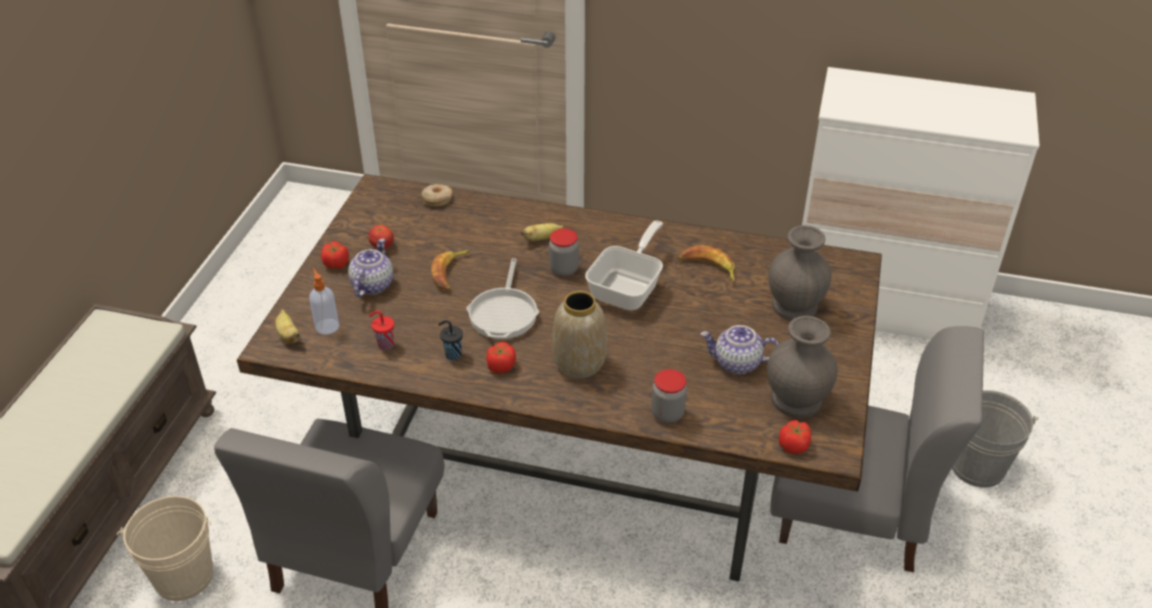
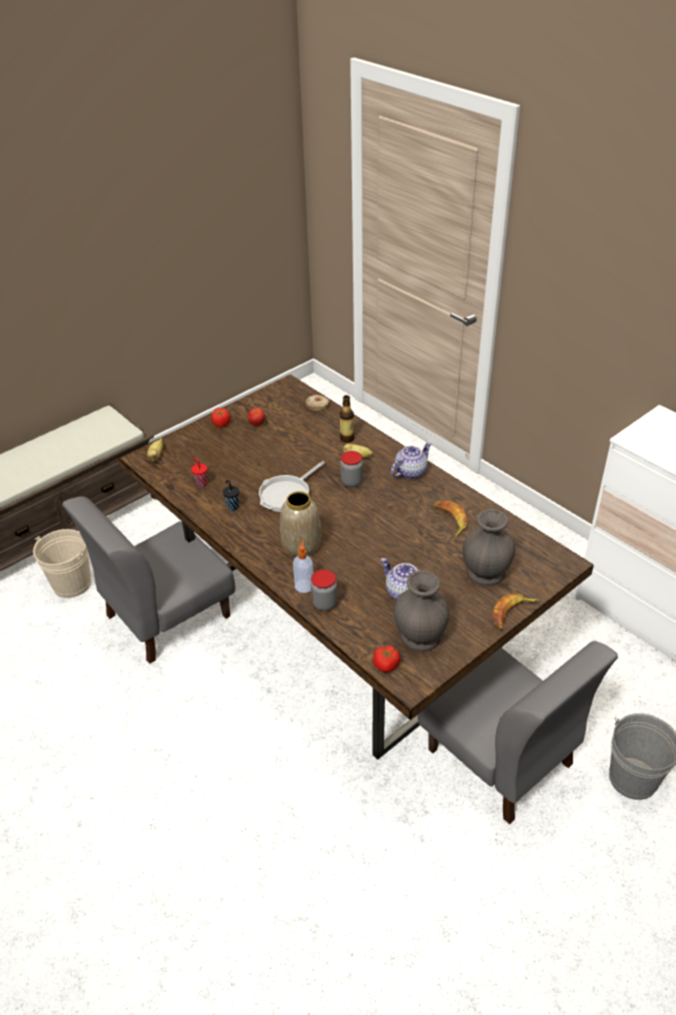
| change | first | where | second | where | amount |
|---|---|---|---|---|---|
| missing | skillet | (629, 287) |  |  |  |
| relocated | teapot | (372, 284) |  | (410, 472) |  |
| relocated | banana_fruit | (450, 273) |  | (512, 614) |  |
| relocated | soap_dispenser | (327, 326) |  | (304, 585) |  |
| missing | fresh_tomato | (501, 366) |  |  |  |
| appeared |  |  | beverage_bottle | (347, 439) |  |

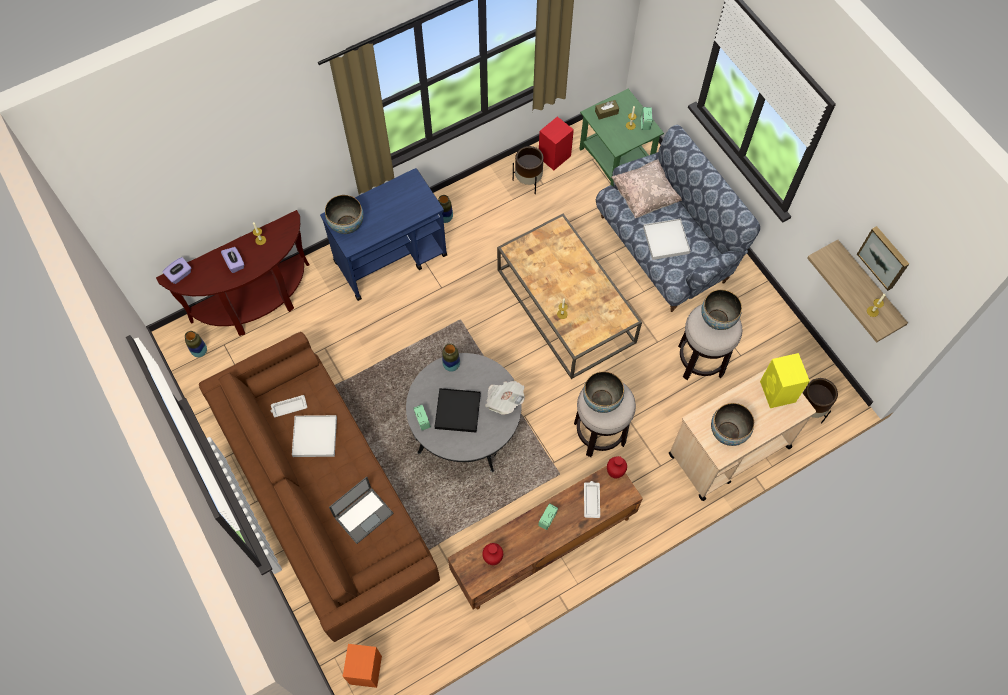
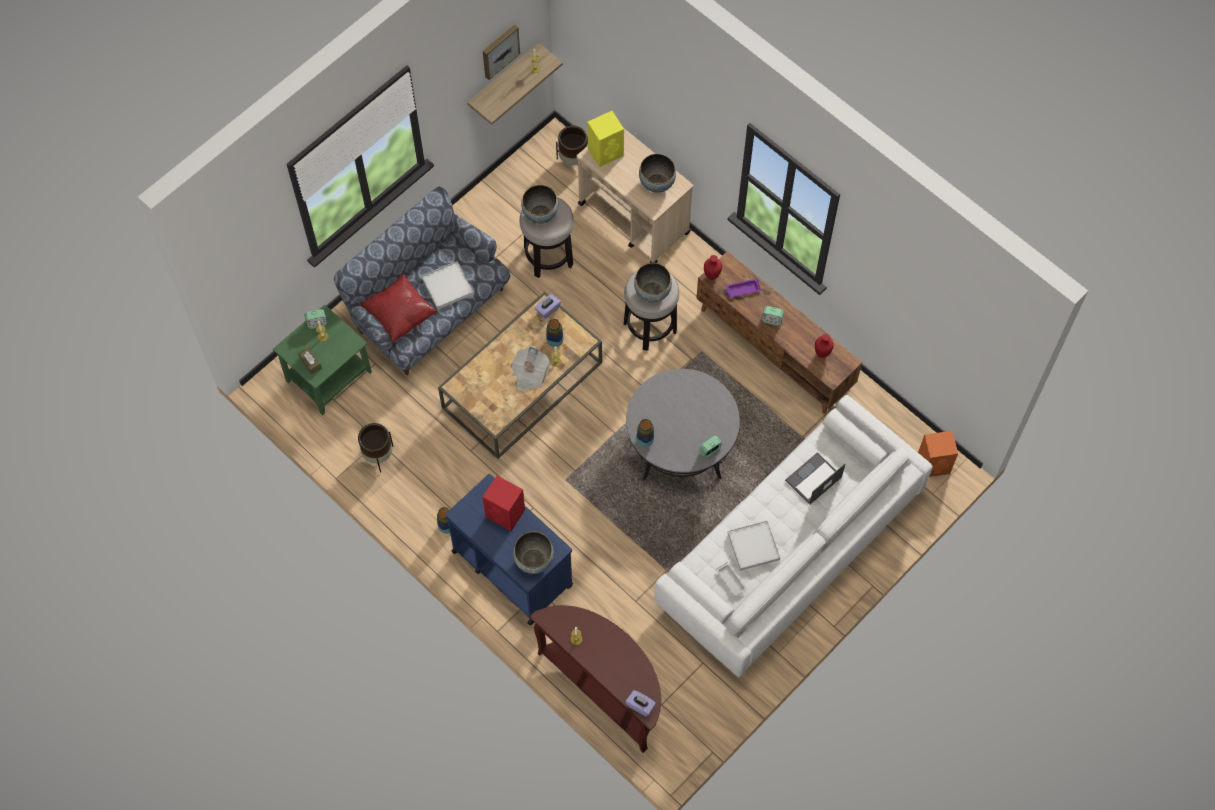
| change | first | where | second | where | amount |
|---|---|---|---|---|---|
| relocated | reddish_speaker | (554, 157) |  | (506, 514) |  |
| colour | sand-coloured_pillow | (644, 197) | reddish_pillow | (400, 315) |  |
| relocated | purple_tissue_holder | (235, 263) |  | (547, 309) |  |
| relocated | vase | (200, 352) |  | (555, 341) |  |
| colour | brown-coloured_sofa | (325, 494) | white_sofa | (788, 549) |  |
| relocated | daily_paper | (504, 400) |  | (529, 374) |  |
| missing | black_carrying_tray | (457, 411) |  |  |  |
| spun | portable_computer | (364, 514) |  | (813, 479) | 75 degrees counterclockwise |
| colour | white_carrying_tray | (591, 500) | purple_carrying_tray | (742, 289) |  |

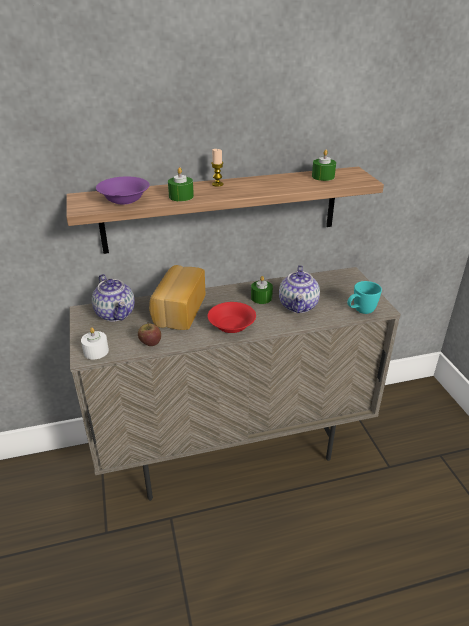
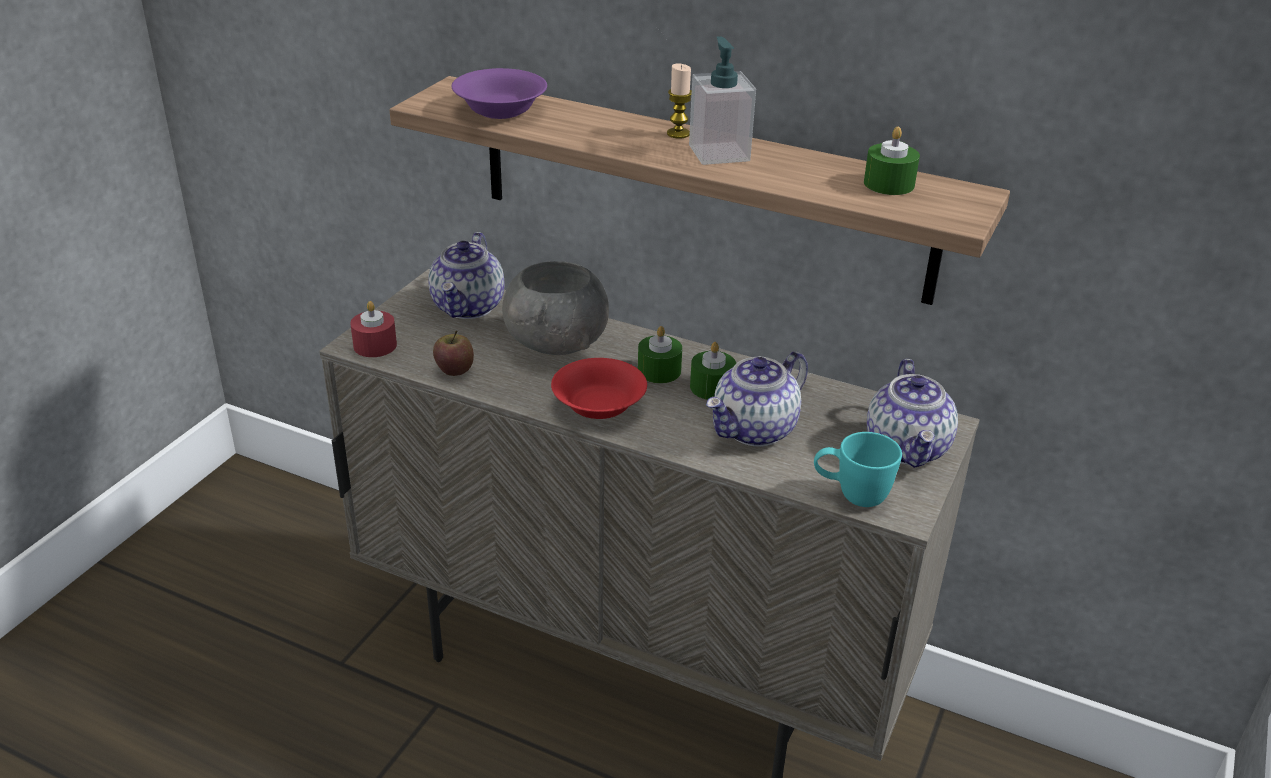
| change | first | where | second | where | amount |
|---|---|---|---|---|---|
| relocated | green_candle | (181, 196) |  | (659, 371) |  |
| exchanged | baked_bread | (178, 310) | grey_deep_dish | (557, 343) |  |
| colour | white_candle | (96, 351) | reddish_candle | (375, 345) |  |
| appeared |  |  | soap_dispenser | (719, 153) |  |
| appeared |  |  | teapot | (908, 448) |  |

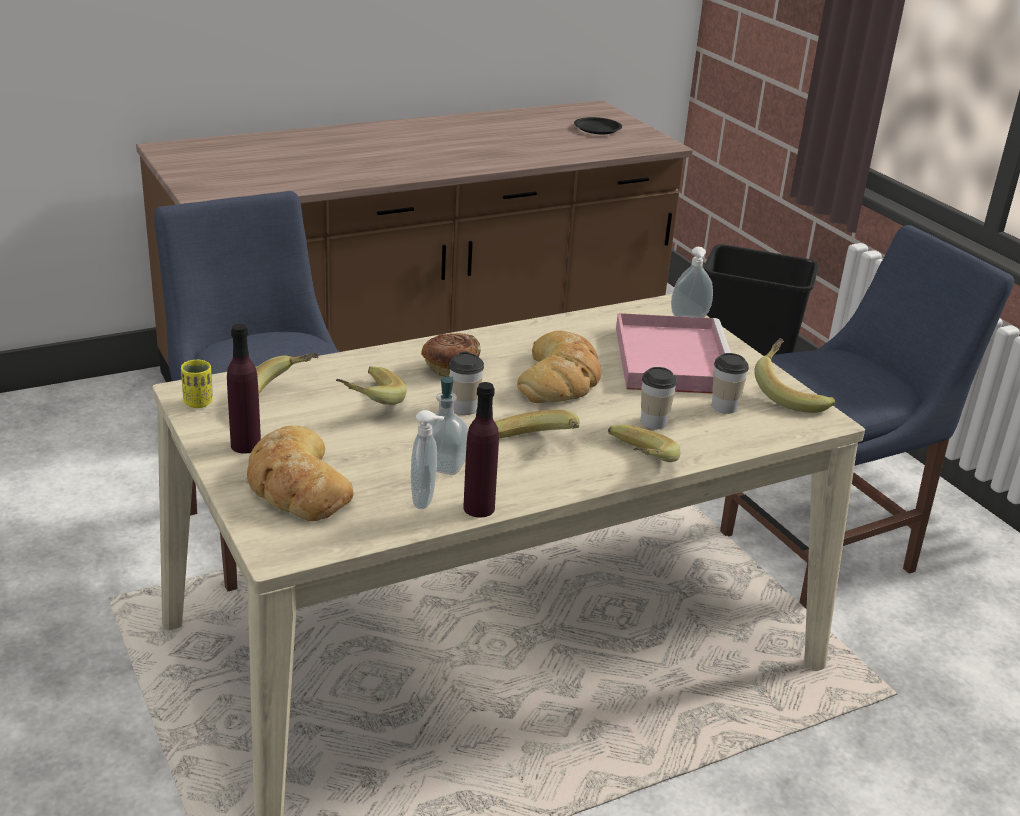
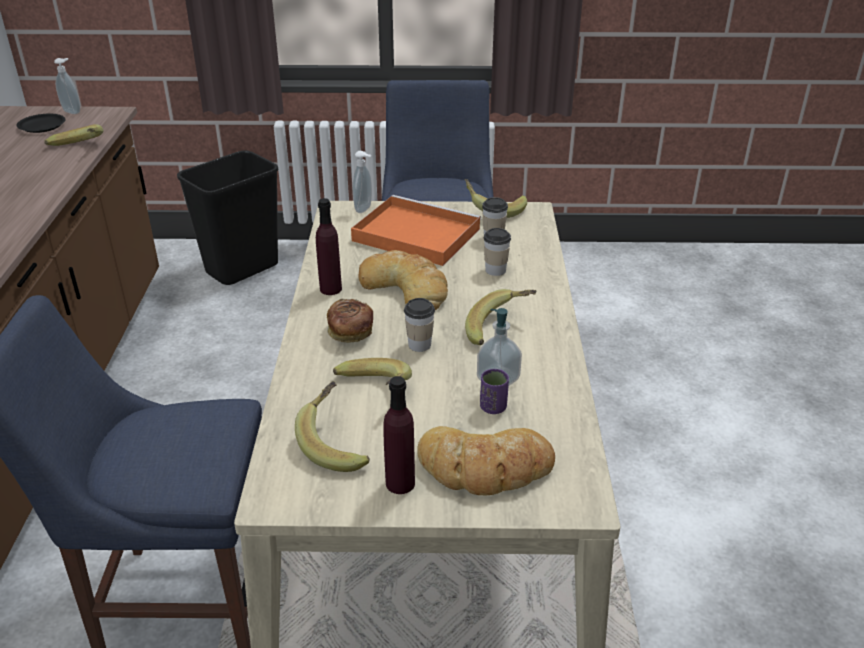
| change | first | where | second | where | amount |
|---|---|---|---|---|---|
| colour | pink-coloured_carrying_tray | (671, 358) | orange-coloured_carrying_tray | (414, 234) |  |
| missing | yellow_small_cup | (198, 402) |  |  |  |
| relocated | purple_beverage_bottle | (479, 508) |  | (330, 289) |  |
| relocated | soap_dispenser | (425, 500) |  | (73, 111) |  |
| relocated | banana_fruit | (634, 463) |  | (78, 149) |  |
| appeared |  |  | purple_small_cup | (493, 407) |  |

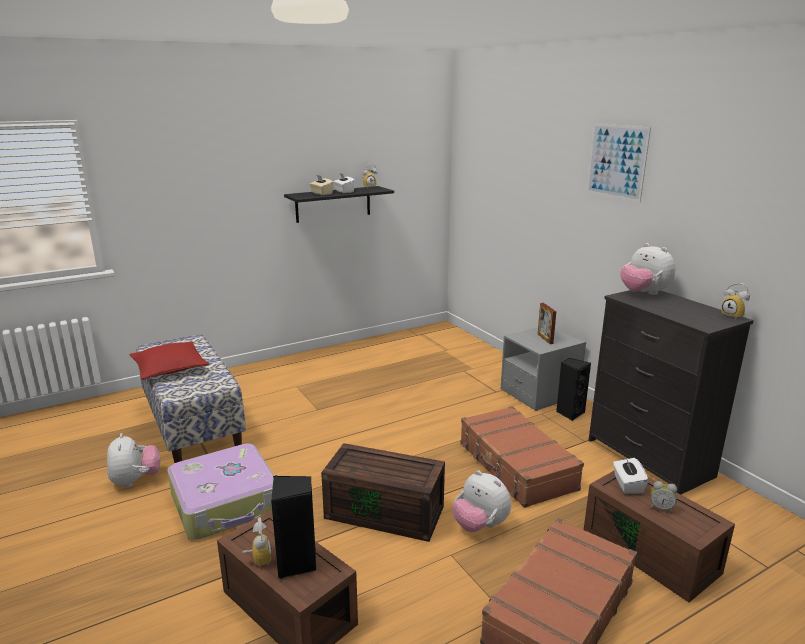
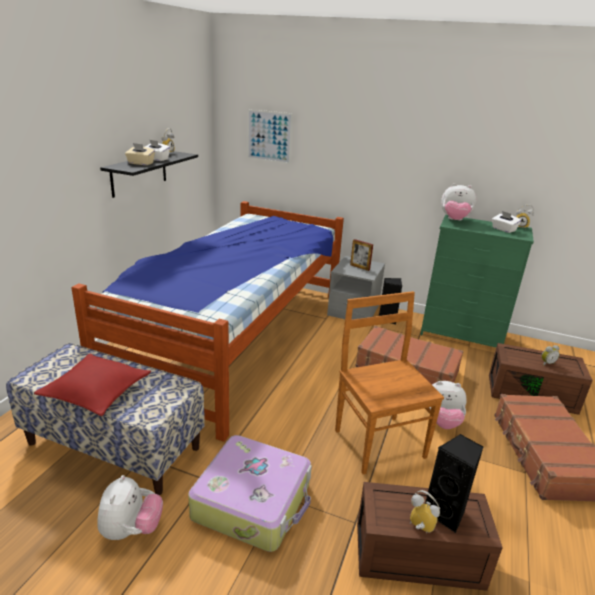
| change | first | where | second | where | amount |
|---|---|---|---|---|---|
| relocated | wall_picture | (617, 161) |  | (269, 136) |  |
| colour | black_chest_of_drawers | (649, 458) | green_chest_of_drawers | (462, 335) |  |
| spun | soft_toy | (136, 481) |  | (131, 530) | 60 degrees clockwise |
| exchanged | brown-coloured_storage_bin | (386, 511) | brown-coloured_chair | (378, 442) |  |
| relocated | white_tissue_holder | (627, 485) |  | (503, 229) |  |
| appeared |  |  | bedroom_bed | (234, 336) |  |

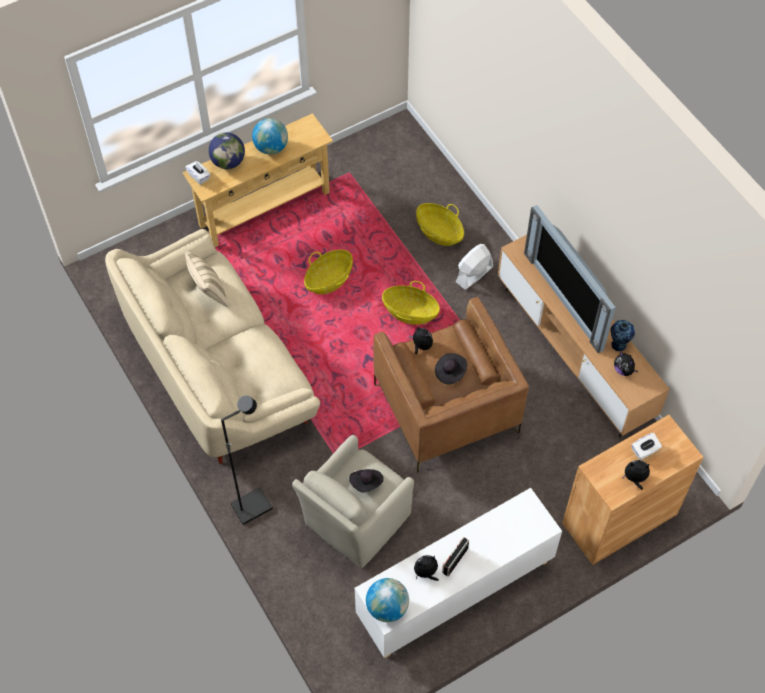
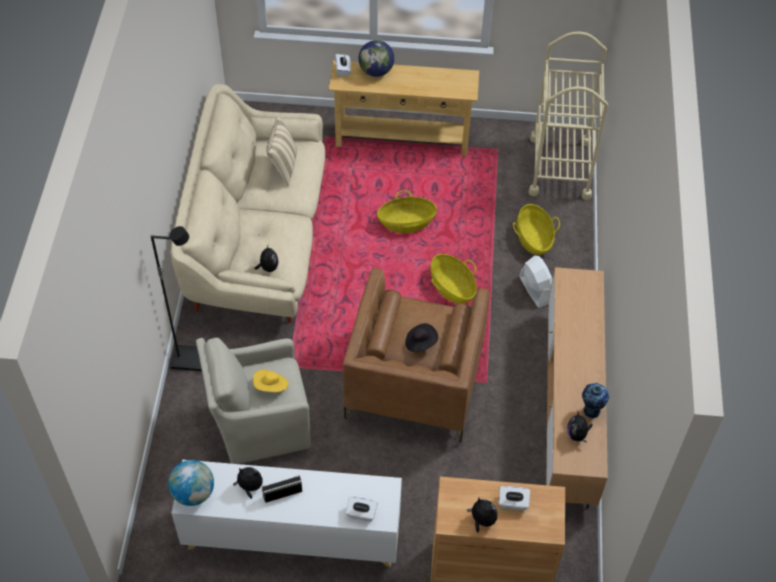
| change | first | where | second | where | amount |
|---|---|---|---|---|---|
| missing | world_globe | (271, 147) |  |  |  |
| missing | TV | (567, 298) |  |  |  |
| spun | white_cooling_fan | (474, 274) |  | (535, 289) | 75 degrees clockwise |
| relocated | soft_toy | (421, 346) |  | (268, 267) |  |
| colour | black_wearable_hat | (366, 483) | yellow_wearable_hat | (271, 386) |  |
| appeared |  |  | sand-coloured_wheeled_cart | (560, 167) |  |
| appeared |  |  | white_tissue_holder | (361, 513) |  |

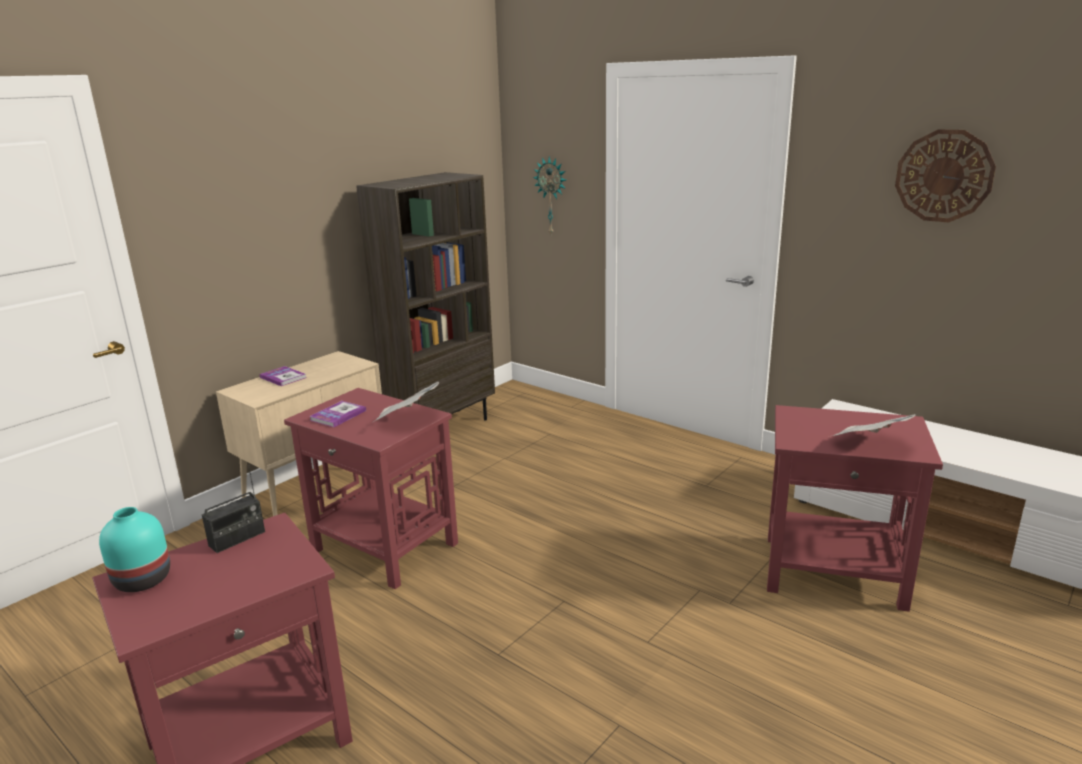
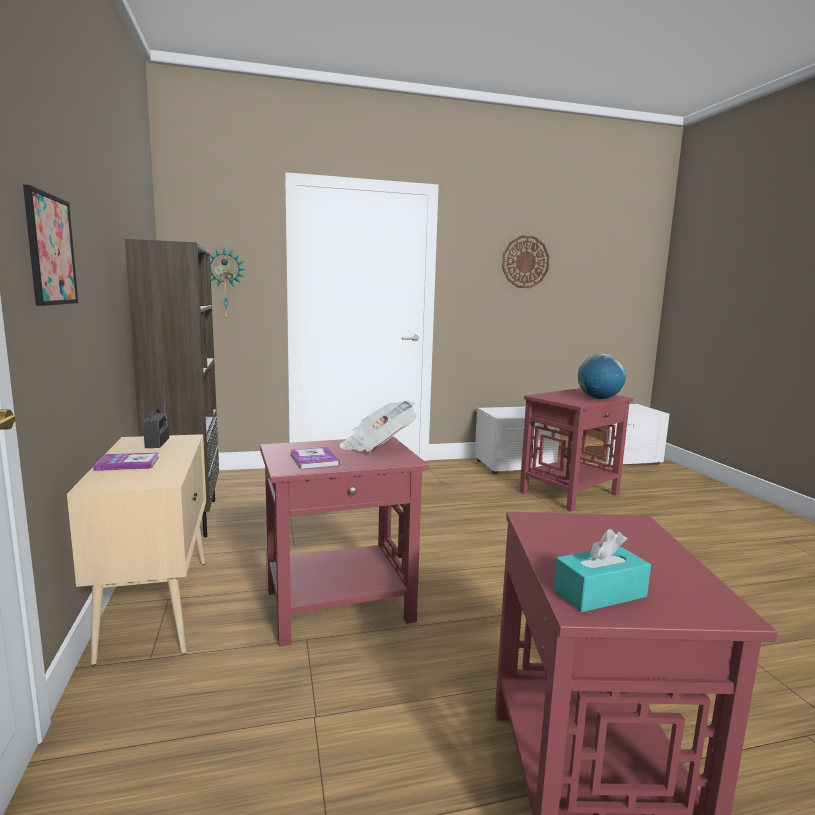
| change | first | where | second | where | amount |
|---|---|---|---|---|---|
| exchanged | daily_paper | (869, 445) | world_globe | (599, 398) |  |
| relocated | radio | (237, 539) |  | (157, 443) |  |
| exchanged | blue-green_vase | (144, 579) | blue-green_tissue_holder | (599, 593) |  |
| appeared |  |  | wall_picture | (50, 250) |  |

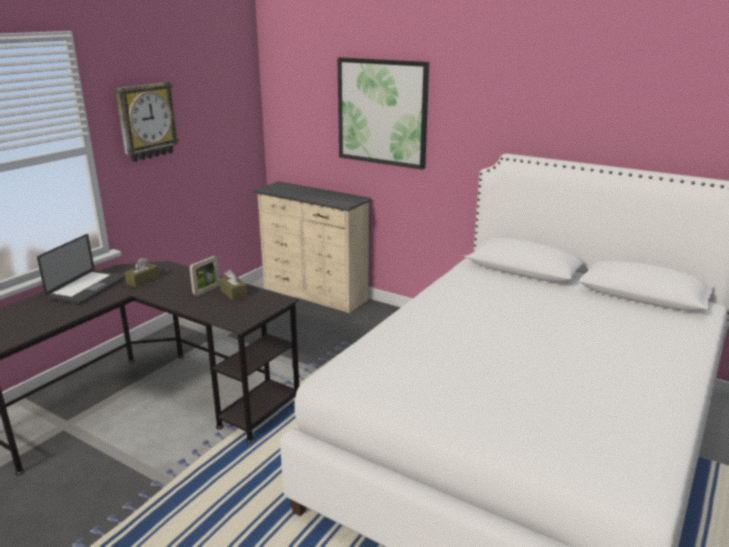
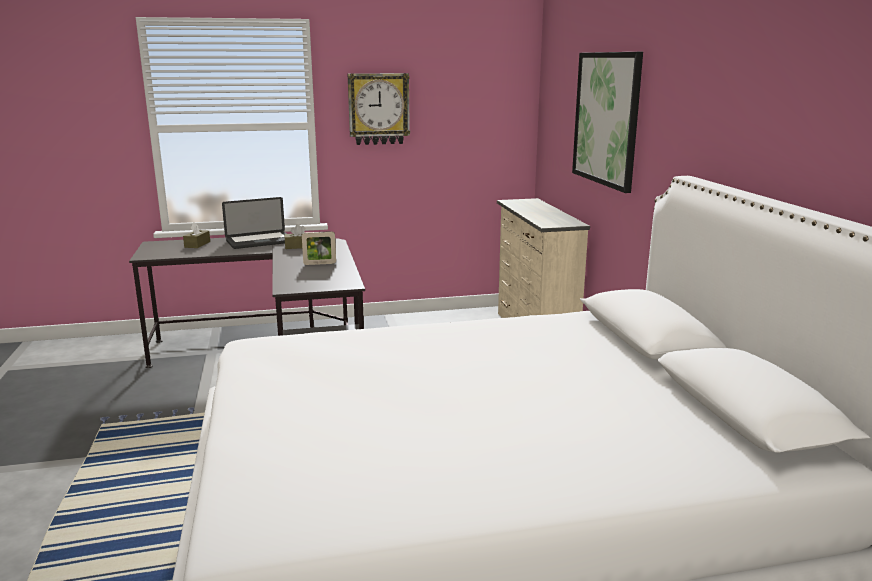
| change | first | where | second | where | amount |
|---|---|---|---|---|---|
| relocated | brown-coloured_tissue_holder | (233, 293) |  | (197, 244) |  |

